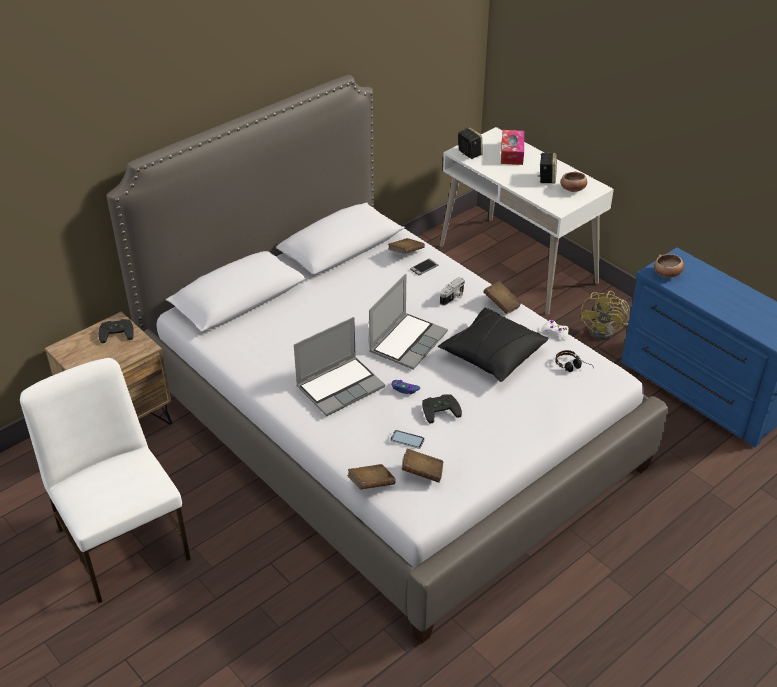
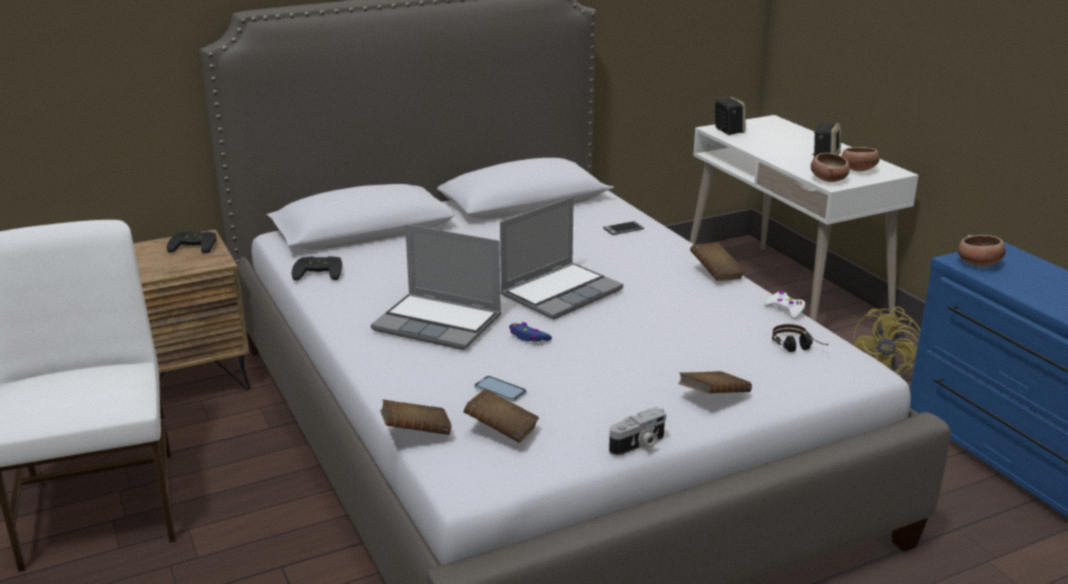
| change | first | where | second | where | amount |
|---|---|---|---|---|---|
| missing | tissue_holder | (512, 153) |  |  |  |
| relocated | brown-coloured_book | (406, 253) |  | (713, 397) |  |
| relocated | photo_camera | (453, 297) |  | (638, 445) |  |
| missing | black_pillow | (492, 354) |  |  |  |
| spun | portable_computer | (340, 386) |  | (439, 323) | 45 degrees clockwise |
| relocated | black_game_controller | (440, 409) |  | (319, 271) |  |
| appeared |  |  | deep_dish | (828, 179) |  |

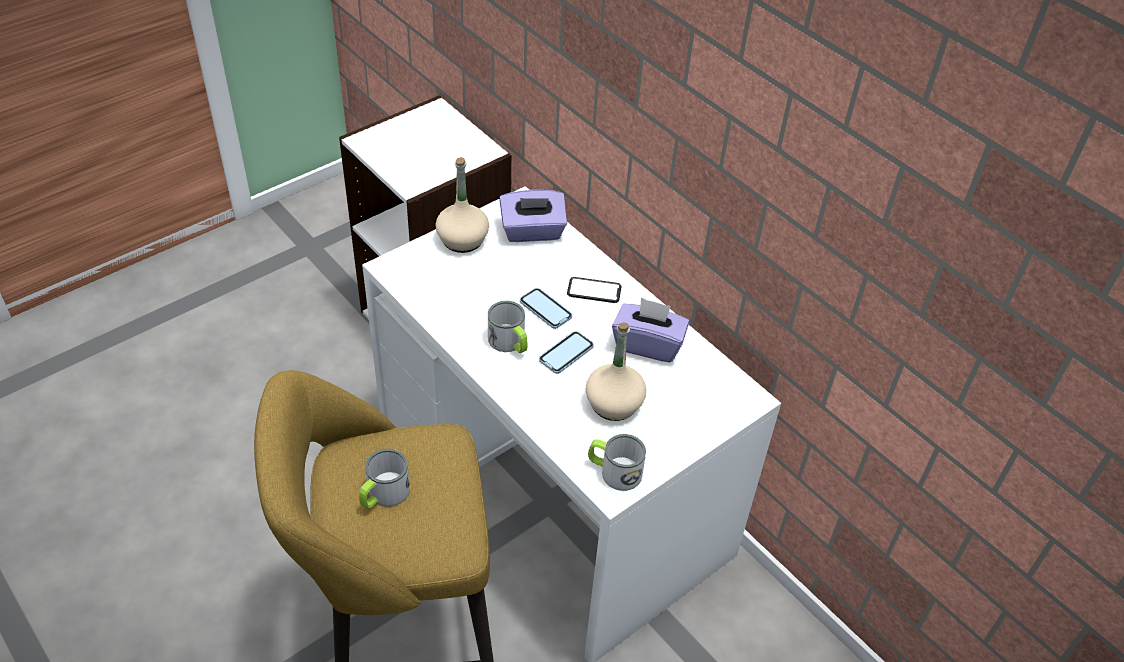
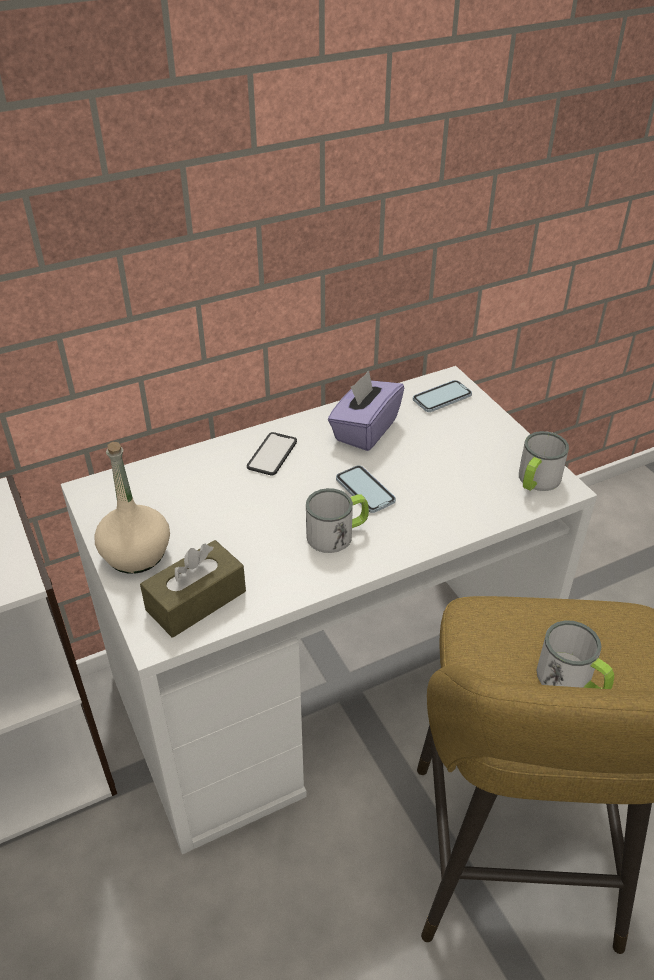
| change | first | where | second | where | amount |
|---|---|---|---|---|---|
| missing | purple_tissue_holder | (532, 232) |  |  |  |
| relocated | phone | (545, 309) |  | (442, 398) |  |
| missing | sand-coloured_beverage_bottle | (613, 403) |  |  |  |
| appeared |  |  | brown-coloured_tissue_holder | (196, 600) |  |

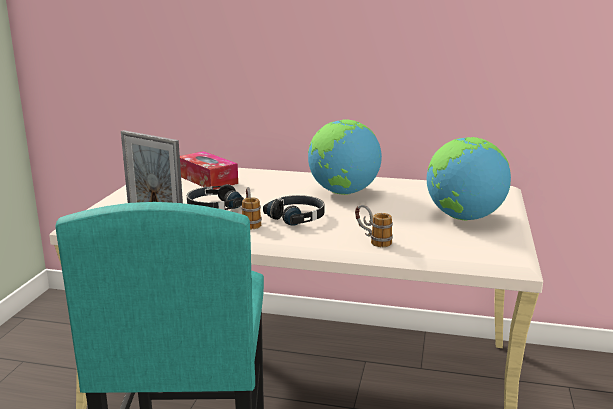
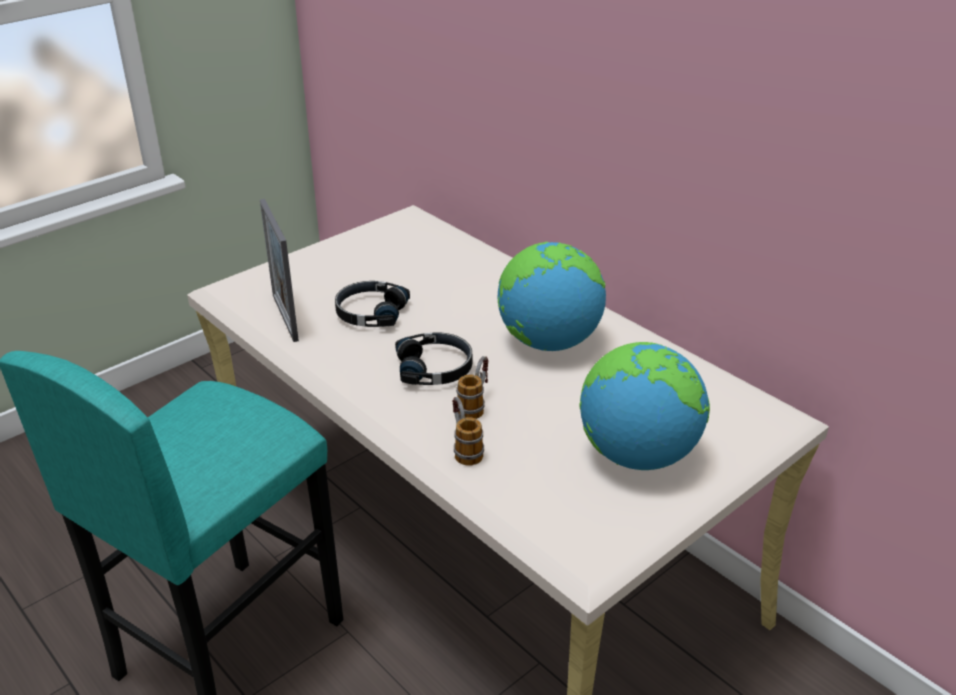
| change | first | where | second | where | amount |
|---|---|---|---|---|---|
| missing | tissue_holder | (207, 179) |  |  |  |
| relocated | coffee_mug | (250, 222) |  | (475, 404) |  |

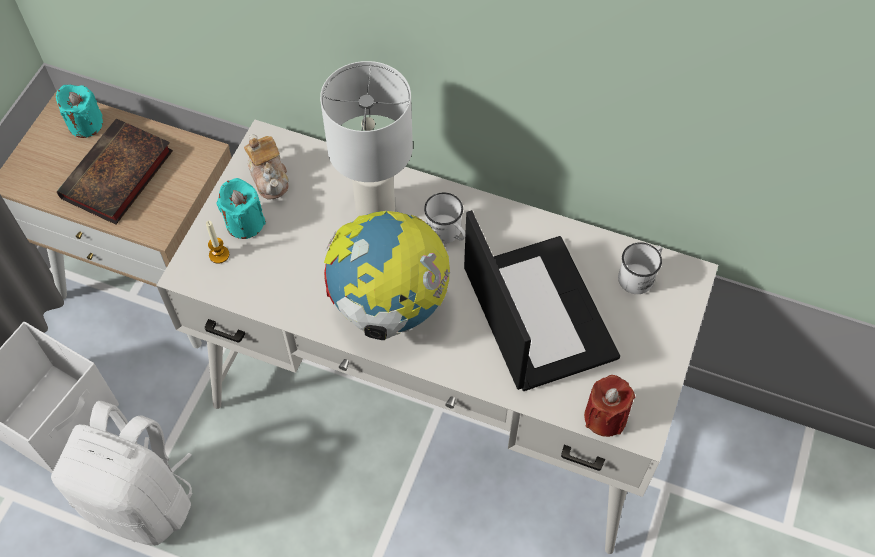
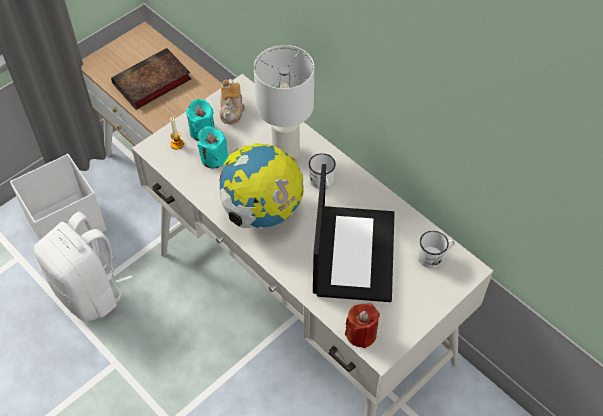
| change | first | where | second | where | amount |
|---|---|---|---|---|---|
| relocated | blue-green_candle | (85, 124) |  | (214, 158) |  |

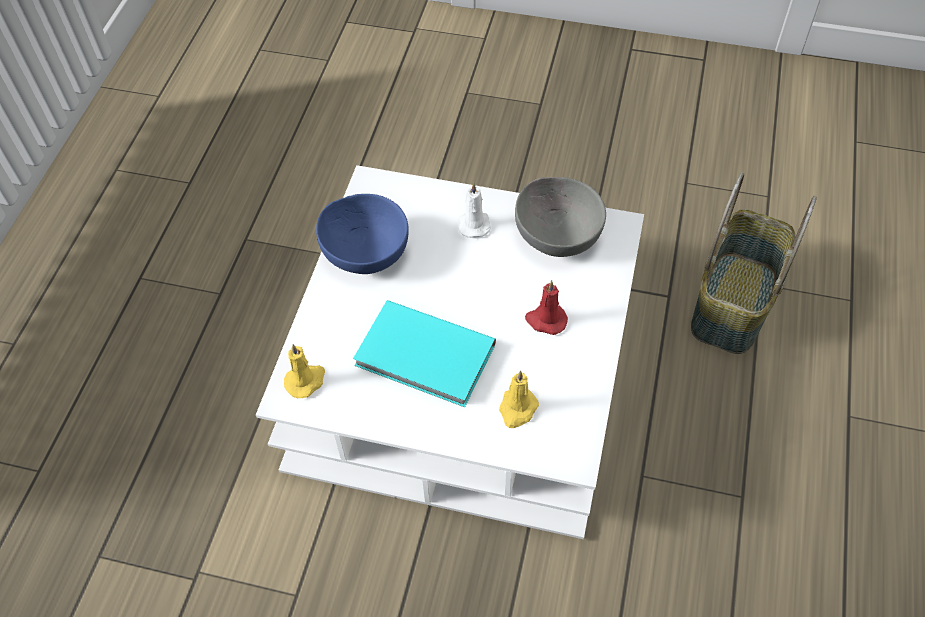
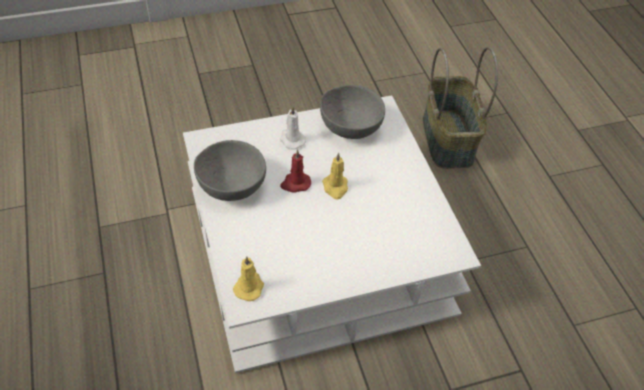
| change | first | where | second | where | amount |
|---|---|---|---|---|---|
| colour | bluish_deep_dish | (365, 251) | grey_deep_dish | (230, 185) |  |
| relocated | reddish_candle | (545, 320) |  | (295, 184) |  |
| missing | blue-green_book | (425, 358) |  |  |  |
| relocated | yellow_candle | (517, 409) |  | (335, 187) |  |

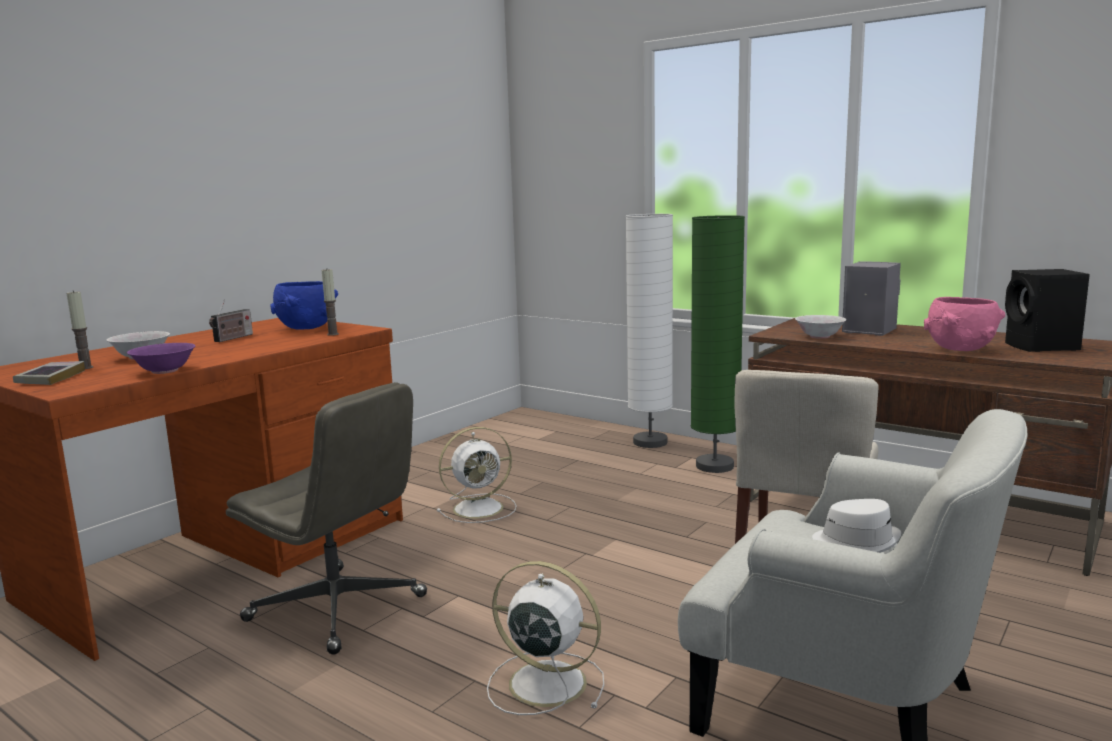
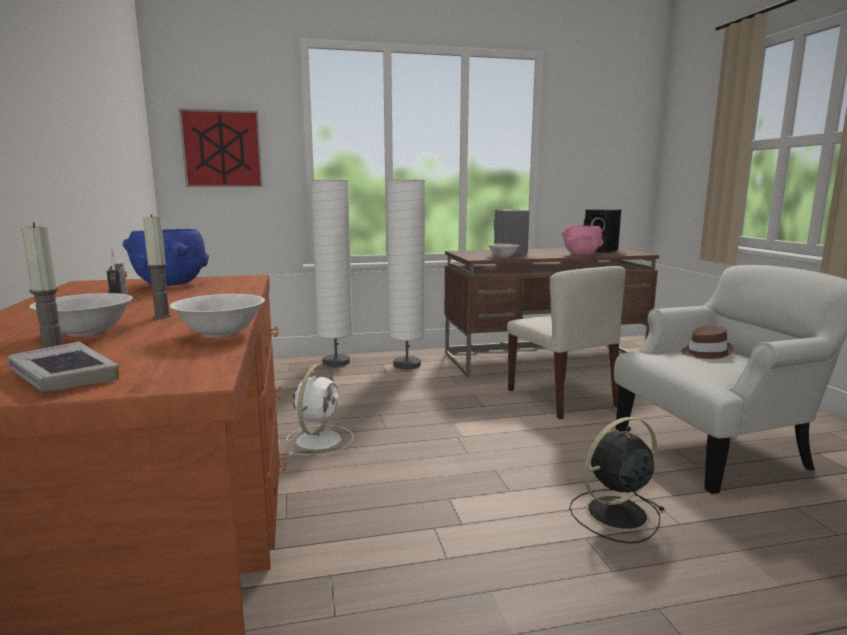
| change | first | where | second | where | amount |
|---|---|---|---|---|---|
| colour | green_standard_lamp | (715, 466) | white_standard_lamp | (407, 365) |  |
| relocated | candle | (333, 334) |  | (162, 316) |  |
| colour | purple_deep_dish | (164, 371) | white_deep_dish | (220, 334) |  |
| missing | grey_computer_chair | (338, 608) |  |  |  |
| colour | white_wearable_hat | (856, 541) | brown-coloured_wearable_hat | (705, 352) |  |
| colour | white_cooling_fan | (544, 682) | black_cooling_fan | (614, 514) |  |
| appeared |  |  | wall_picture | (222, 149) |  |

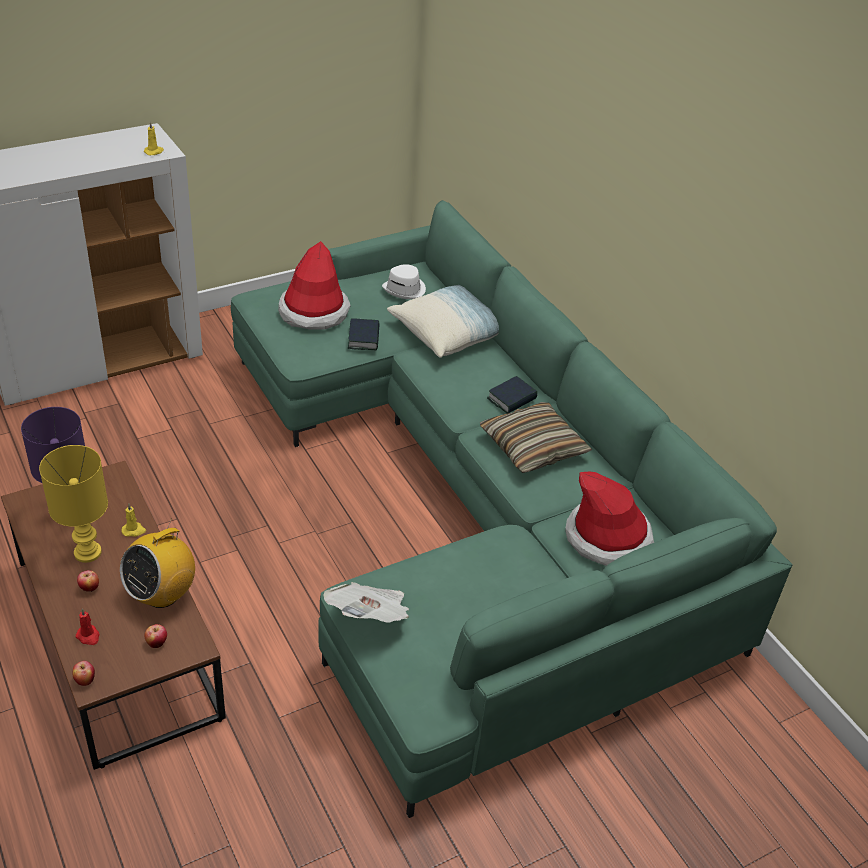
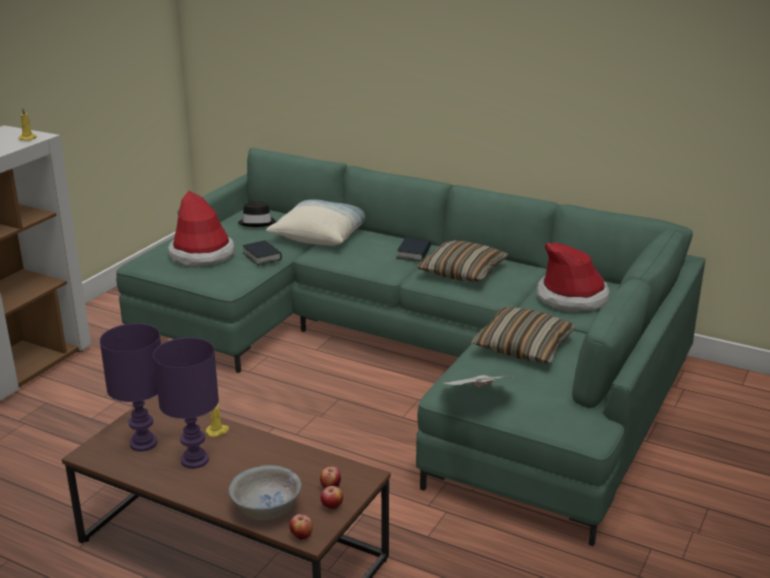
| change | first | where | second | where | amount |
|---|---|---|---|---|---|
| colour | white_wearable_hat | (405, 289) | black_wearable_hat | (257, 222) |  |
| colour | yellow_lamp_for_a_table | (88, 552) | purple_lamp_for_a_table | (195, 459) |  |
| missing | radio | (162, 594) |  |  |  |
| relocated | apple | (89, 588) |  | (332, 507) |  |
| exchanged | reddish_candle | (88, 636) | white_deep_dish | (267, 509) |  |
| appeared |  |  | pillow | (523, 346) |  |

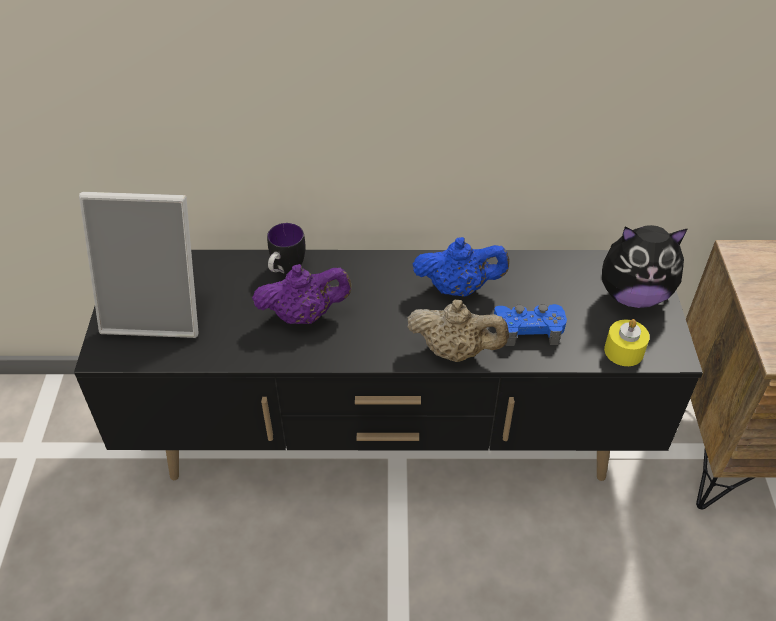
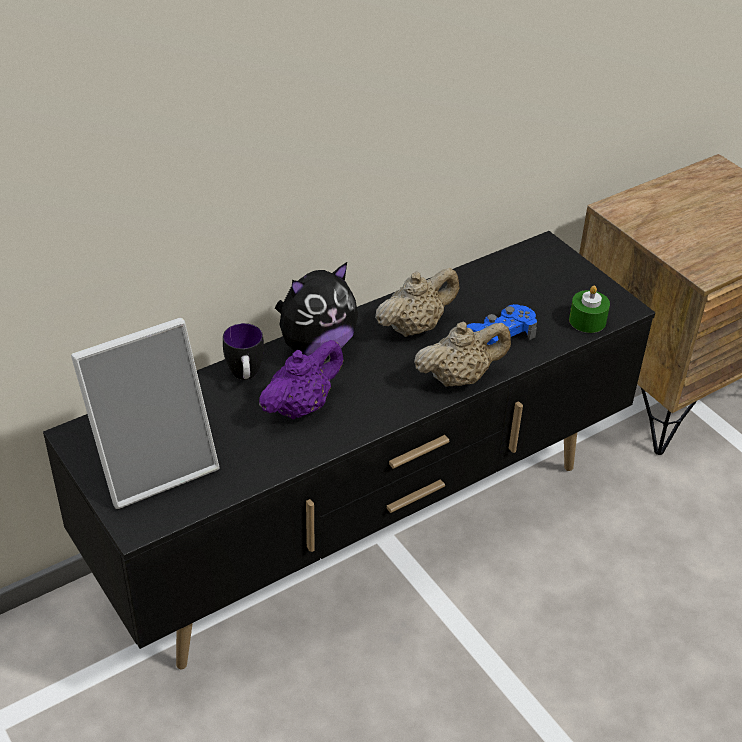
| change | first | where | second | where | amount |
|---|---|---|---|---|---|
| relocated | soft_toy | (633, 295) |  | (316, 347) |  |
| colour | bluish_teapot | (458, 288) | sand-coloured_teapot | (415, 327) |  |
| colour | yellow_candle | (624, 351) | green_candle | (587, 320) |  |

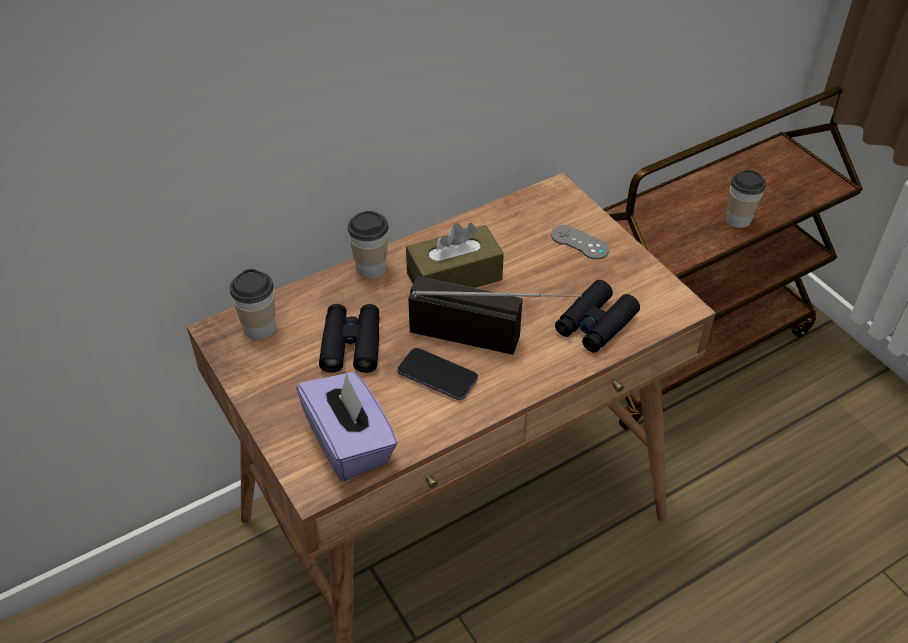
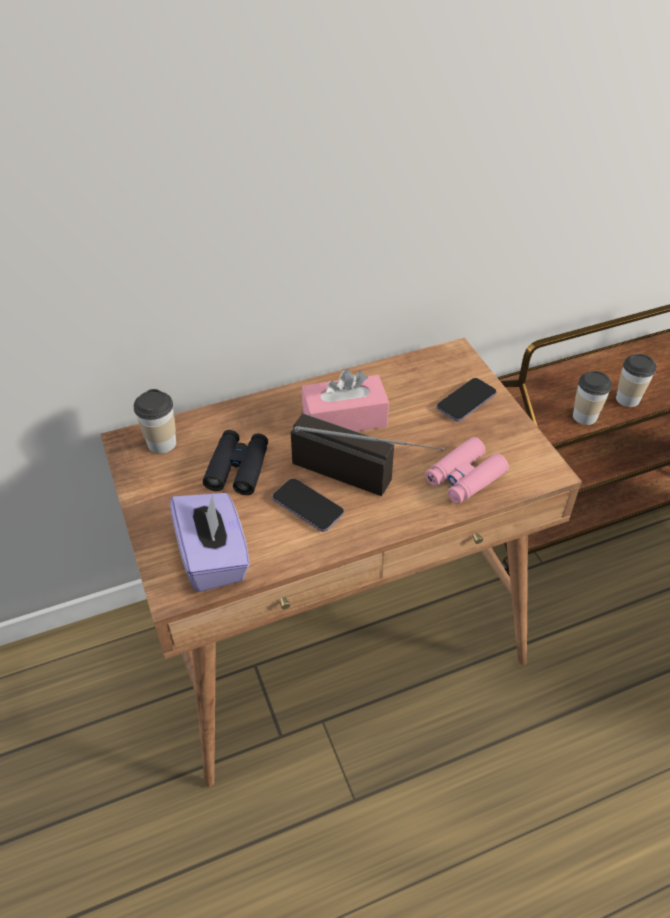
| change | first | where | second | where | amount |
|---|---|---|---|---|---|
| relocated | small_cup | (371, 268) |  | (584, 416) |  |
| colour | brown-coloured_tissue_holder | (454, 276) | pink-coloured_tissue_holder | (344, 418) |  |
| exchanged | grey_game_controller | (579, 242) | phone | (466, 401) |  |
| colour | black_pair_of_binoculars | (595, 324) | pink-coloured_pair_of_binoculars | (464, 477) |  |

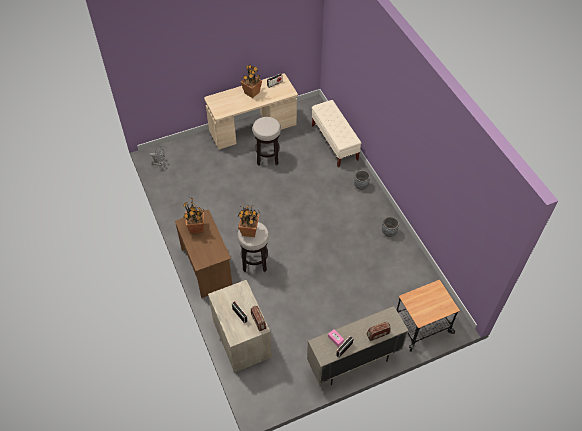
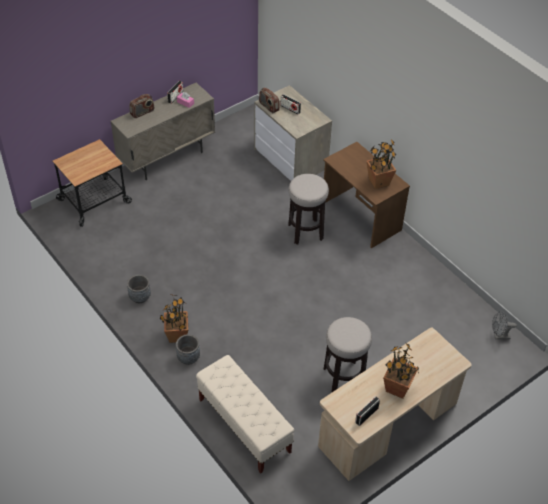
| change | first | where | second | where | amount |
|---|---|---|---|---|---|
| relocated | plant_in_a_pot | (250, 231) |  | (177, 336) |  |

